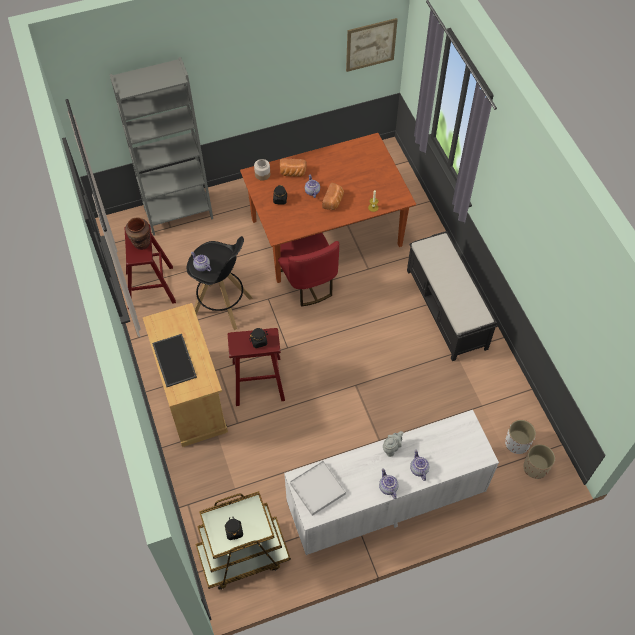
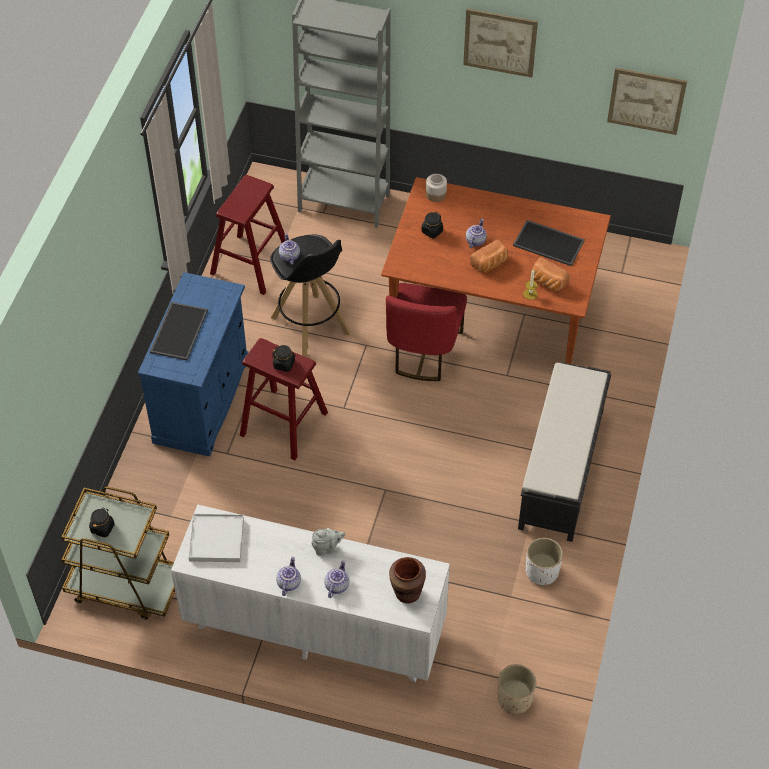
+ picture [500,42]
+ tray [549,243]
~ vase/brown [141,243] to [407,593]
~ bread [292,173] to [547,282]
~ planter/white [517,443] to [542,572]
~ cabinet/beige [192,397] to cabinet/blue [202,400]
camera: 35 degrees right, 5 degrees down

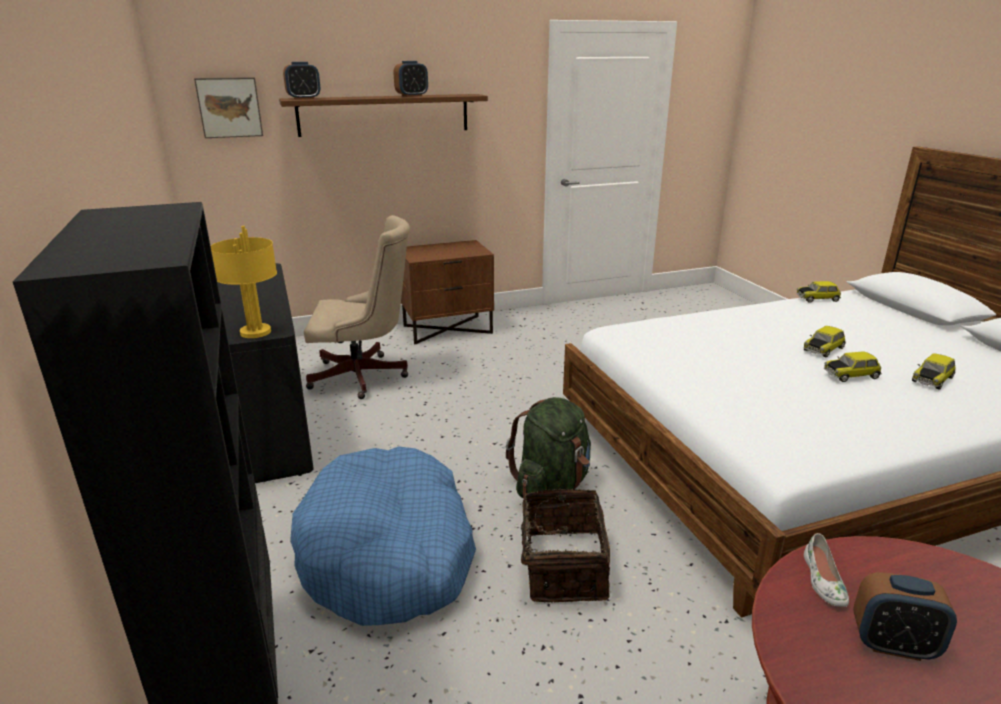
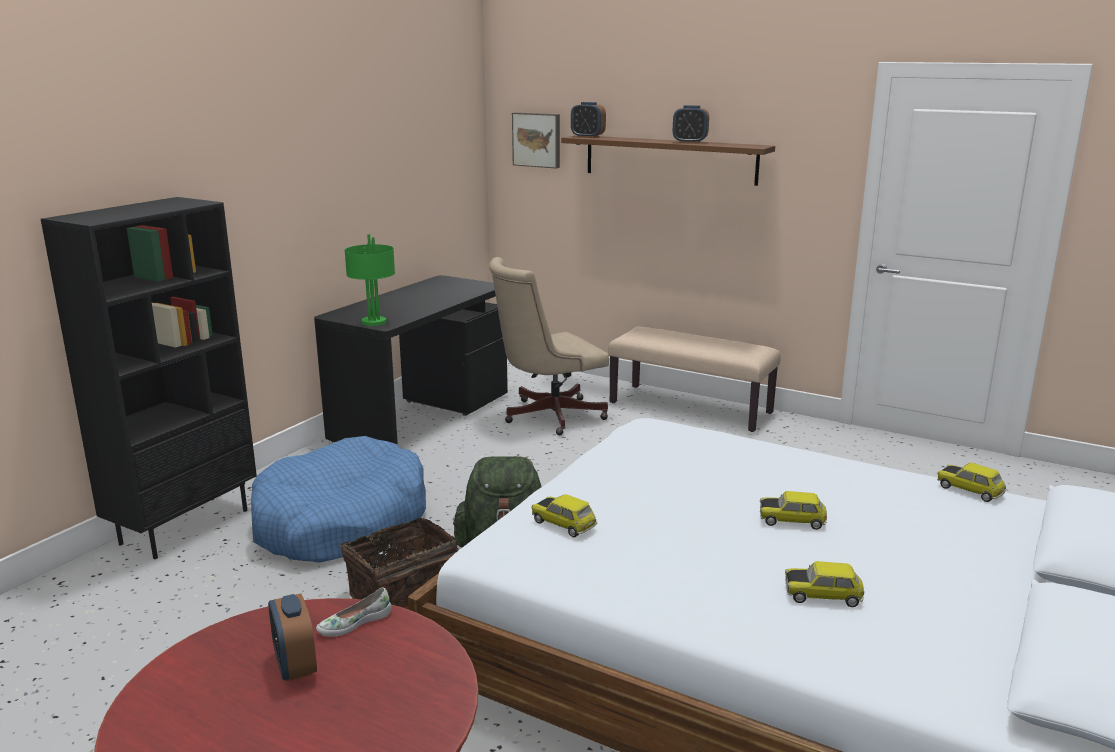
~ toy car [851,375] to [565,524]
~ nightstand/brown [447,329] to bench/beige [691,407]
~ table lamp/yellow [254,332] to table lamp/green [373,322]
~ office chair/beige [364,377] = [547,416] 105 degrees clockwise
camera: 50 degrees right, 5 degrees down

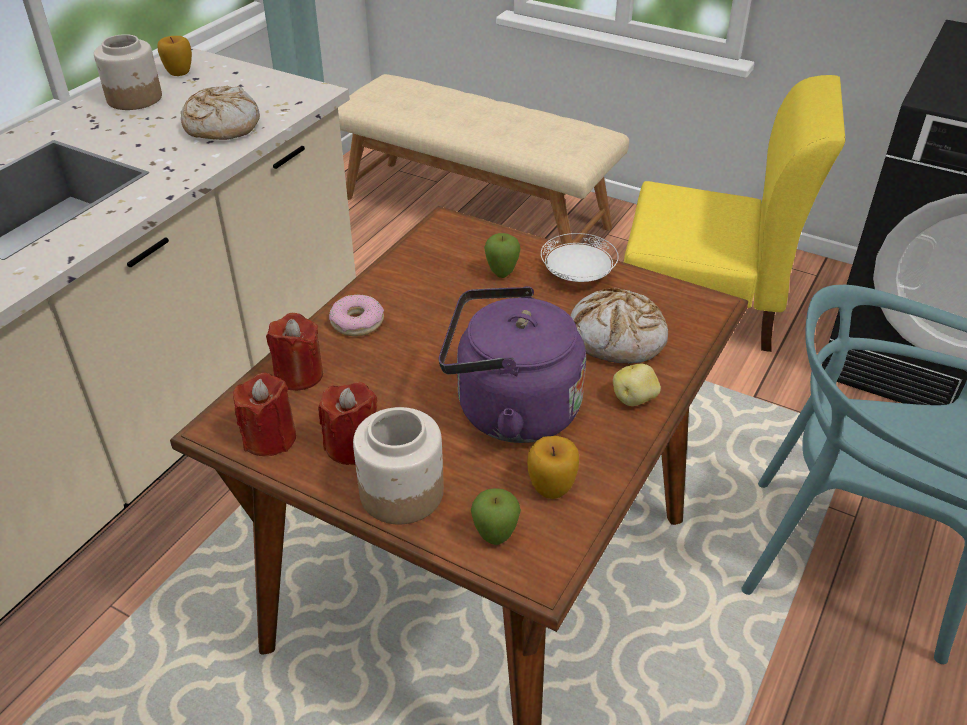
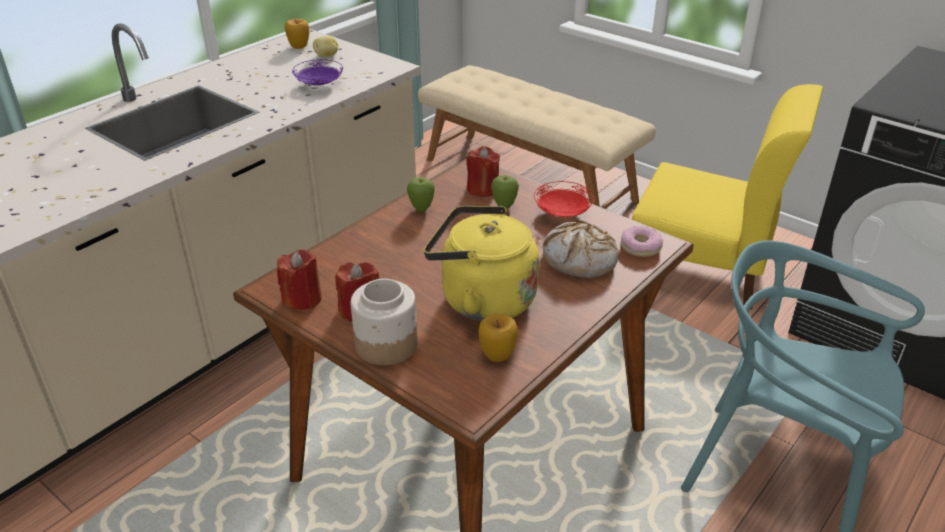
- jar [135,98]
~ candle/red [299,375] to [482,189]
~ donut [357,322] to [640,247]
~ apple [495,538] to [421,209]
~ potato [635,399] to [327,56]
~ bread [221,126] to plate/purple [319,84]
~ kettle/purple [509,410] to kettle/yellow [482,300]
~ plate/white [578,275] to plate/red [563,213]
camera: 10 degrees right, 5 degrees down

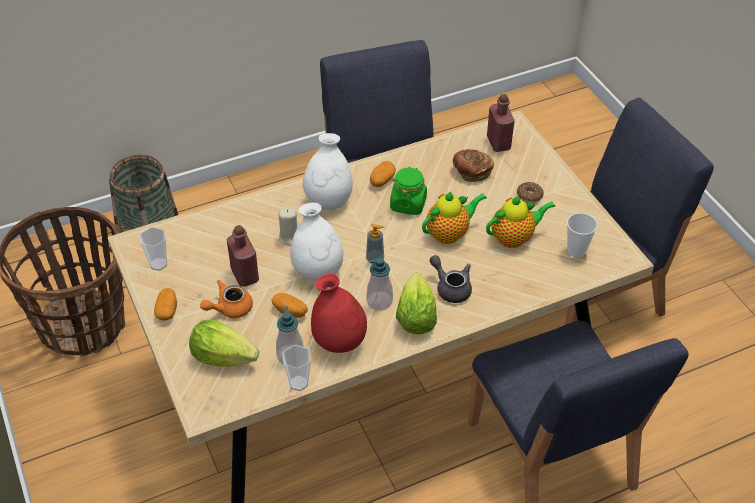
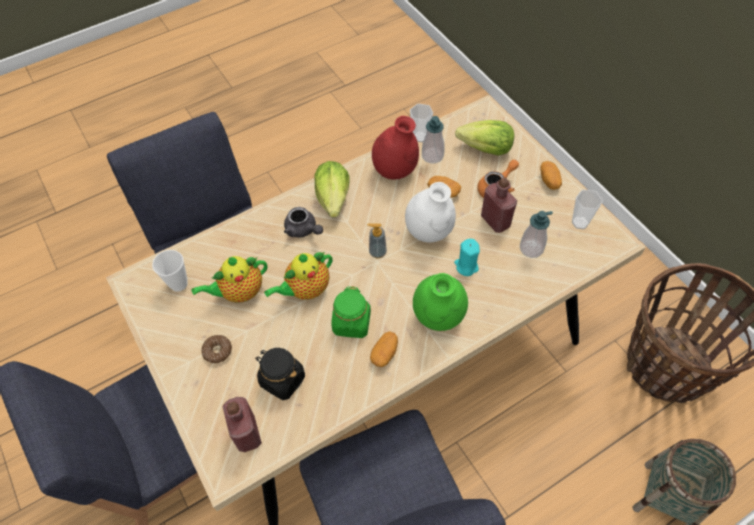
~ soap dispenser [379,301] to [531,248]
~ bread [471,172] to jar/black [282,380]
~ candle/beige [290,237] to candle/turquoise [466,266]
~ vase/white [329,201] to vase/green [438,316]
camera: 175 degrees right, 10 degrees up

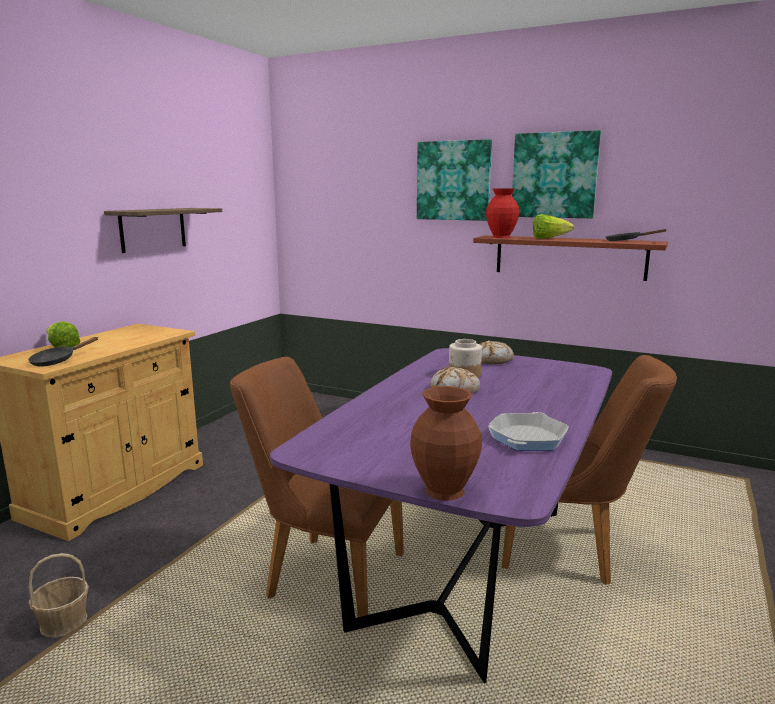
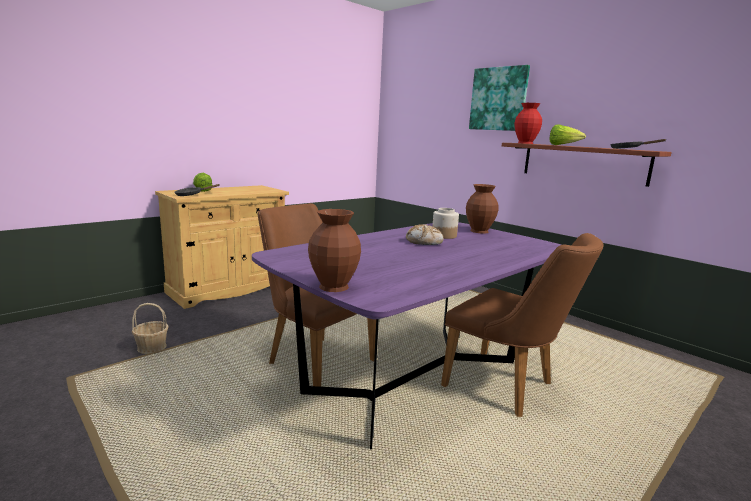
- shelf [153,229]
- frying pan [527,438]
- picture [554,175]
~ bread [492,360] to vase/brown [479,231]
camera: 20 degrees right, 0 degrees up

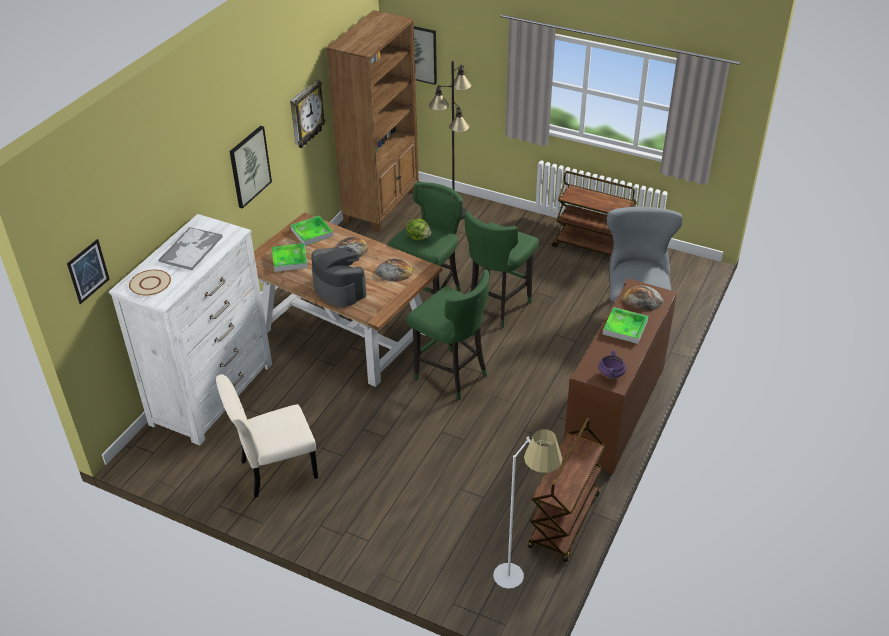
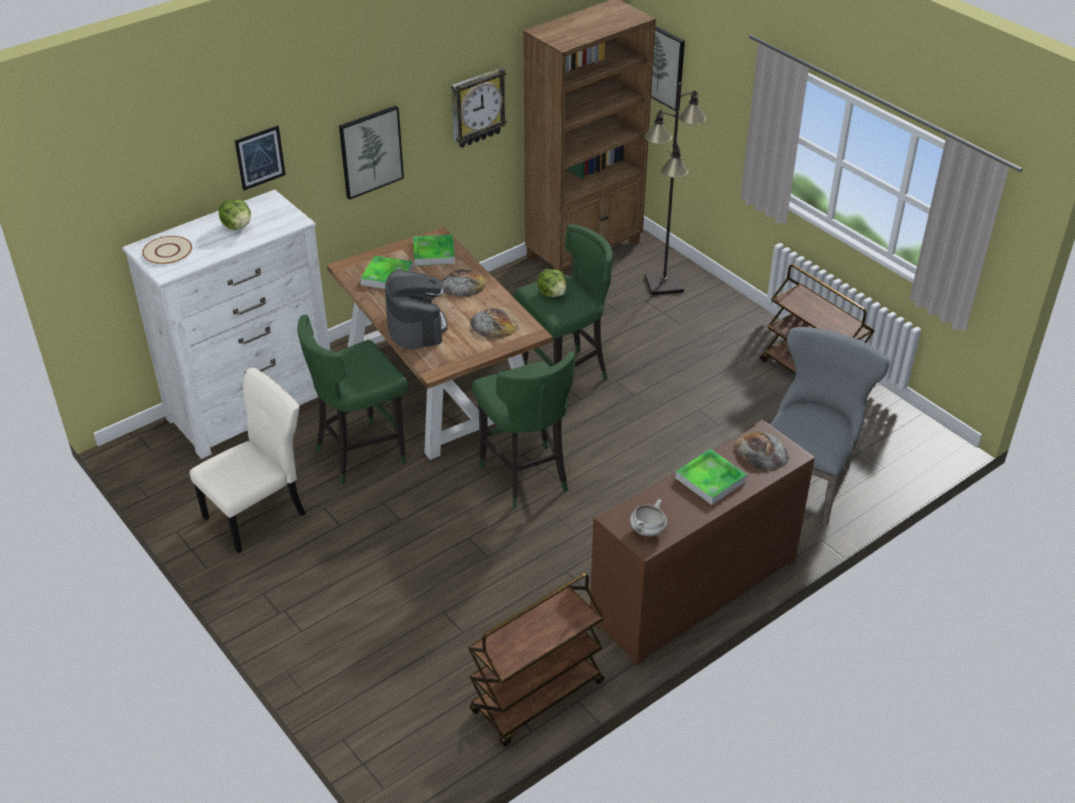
- floor lamp/white [522,578]
~ picture [88,271] to [260,157]
~ stool/green [497,306] to [361,453]
~ tray [191,249] to lettuce [237,226]
~ cooking pot/purple [611,374] to cooking pot/white [647,531]
~ chair/beige [275,470] = [258,514] 135 degrees clockwise
camera: 25 degrees right, 0 degrees up

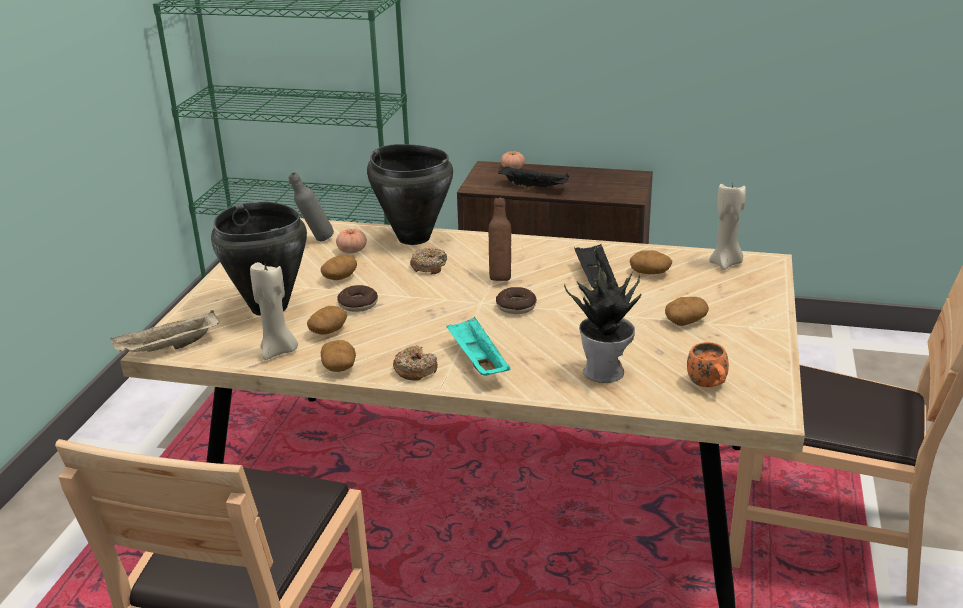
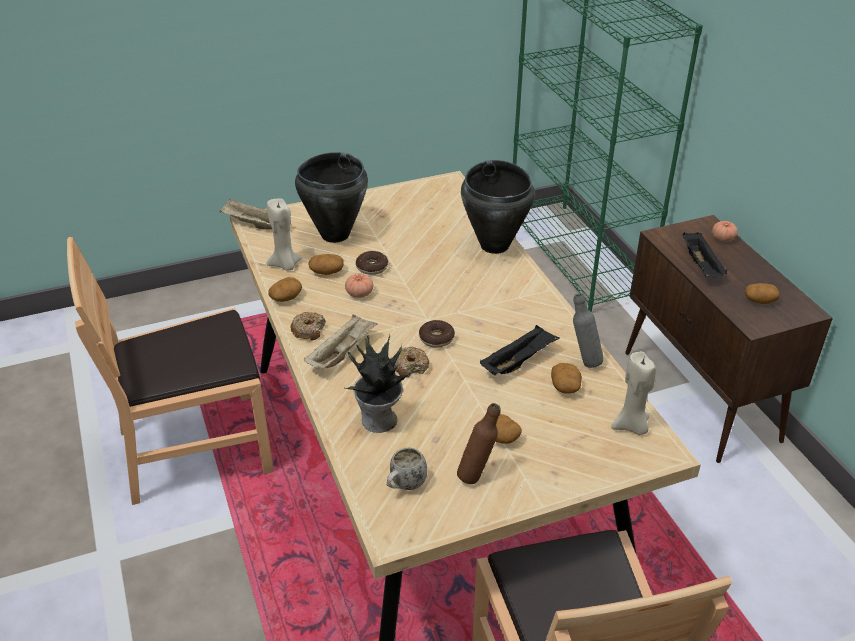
~ bottle/grey [315,240] to [584,361]
~ potato [340,277] to [759,301]
~ tomato [352,250] to [359,293]
~ donut [429,267] to [411,366]
~ bottle/brown [500,277] to [477,475]
~ tray/turquoise [477,362] to tray/beige [341,353]
~ mug/orange [709,386] to mug/white [405,485]
camera: 55 degrees right, 10 degrees up

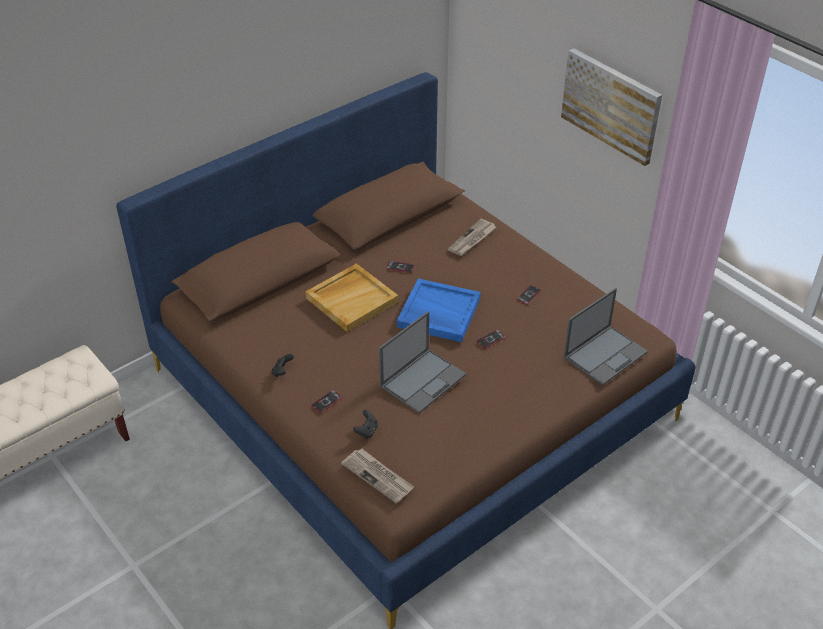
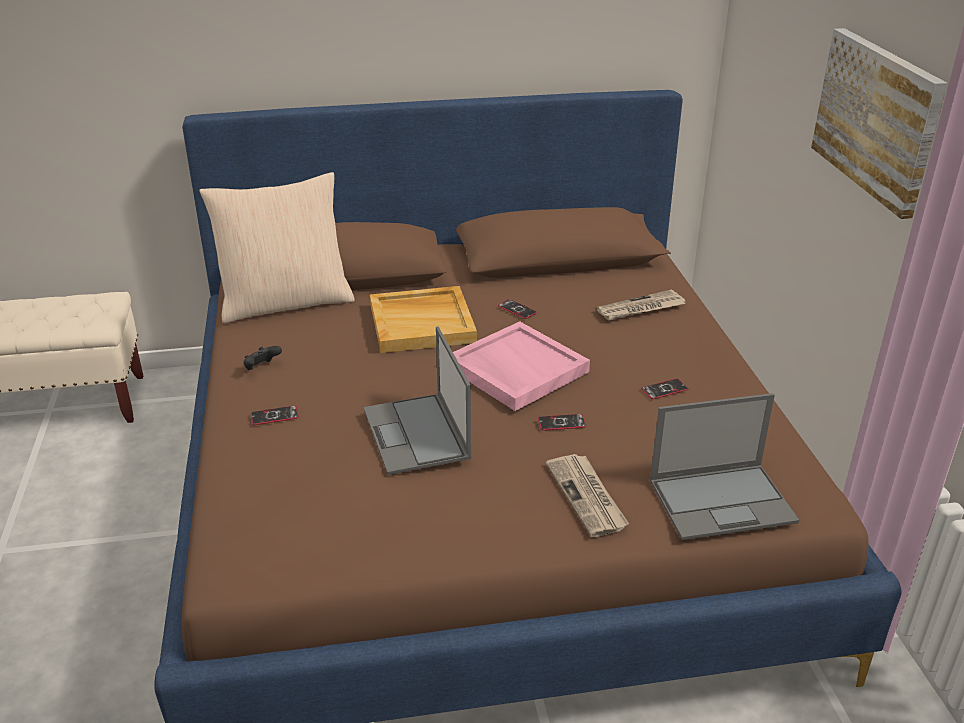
- game controller/black [366,431]
+ pillow/beige [286,302]
~ newspaper [378,476] to [587,497]
~ tray/blue [438,313] to tray/pink [516,369]
~ laptop [423,380] = [417,434] 90 degrees clockwise
camera: 30 degrees right, 10 degrees down

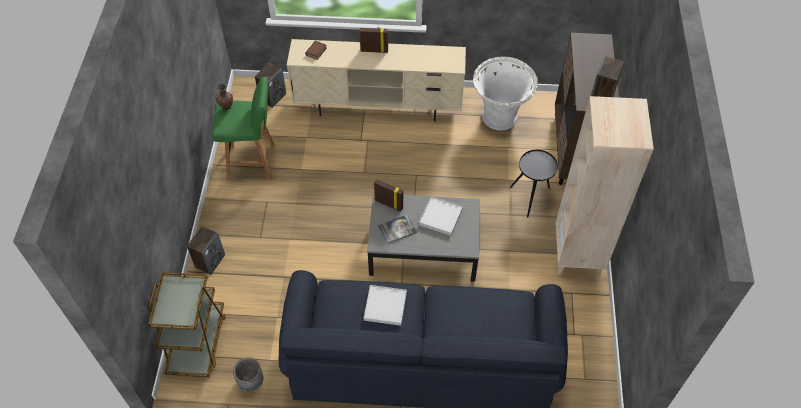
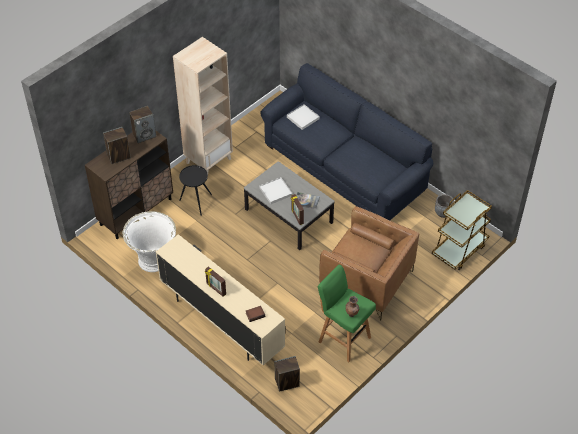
+ armchair/brown [366,281]
~ speaker [210,261] to [118,156]
~ tray/white [385,306] to [303,118]
camera: 140 degrees left, 5 degrees down

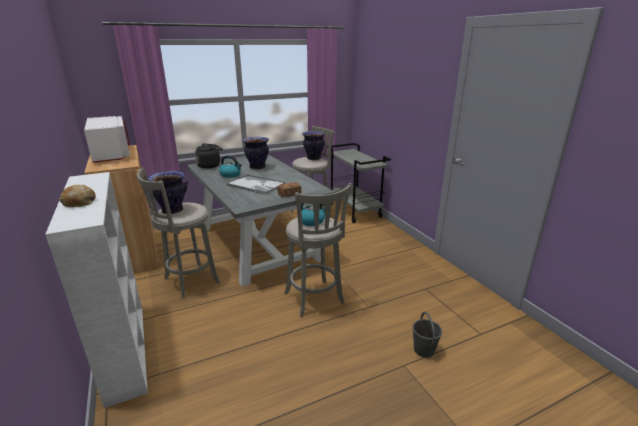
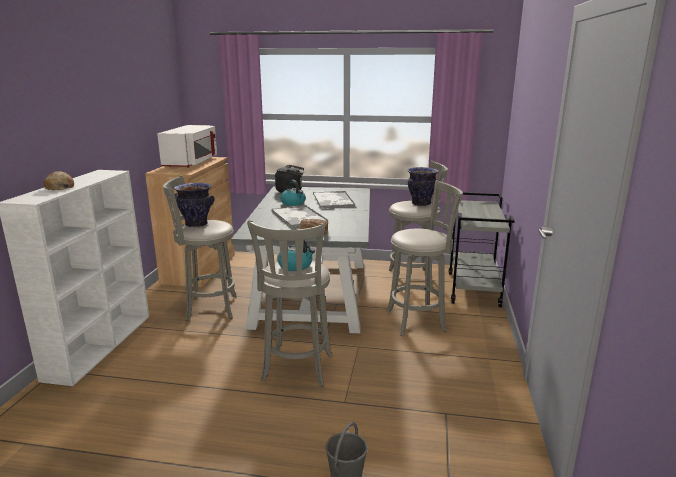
+ stool/grey [419,320]
~ vase [257,167] to tray [333,201]
camera: 35 degrees right, 5 degrees down

